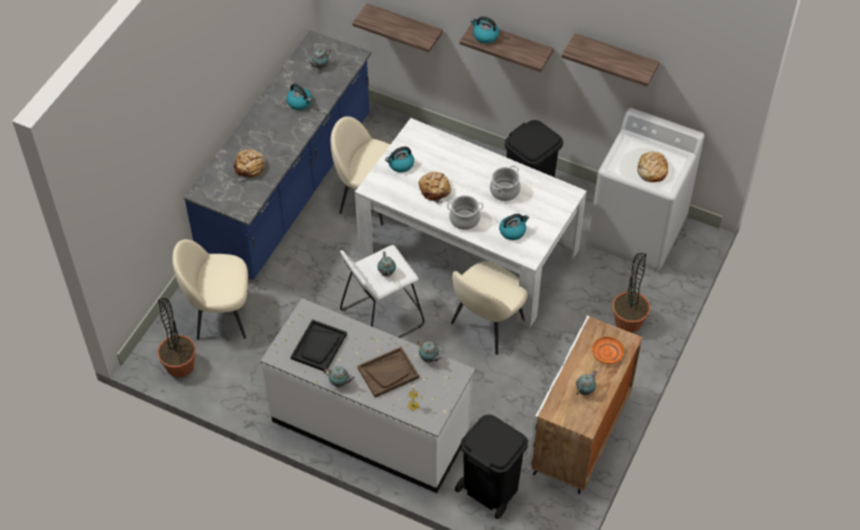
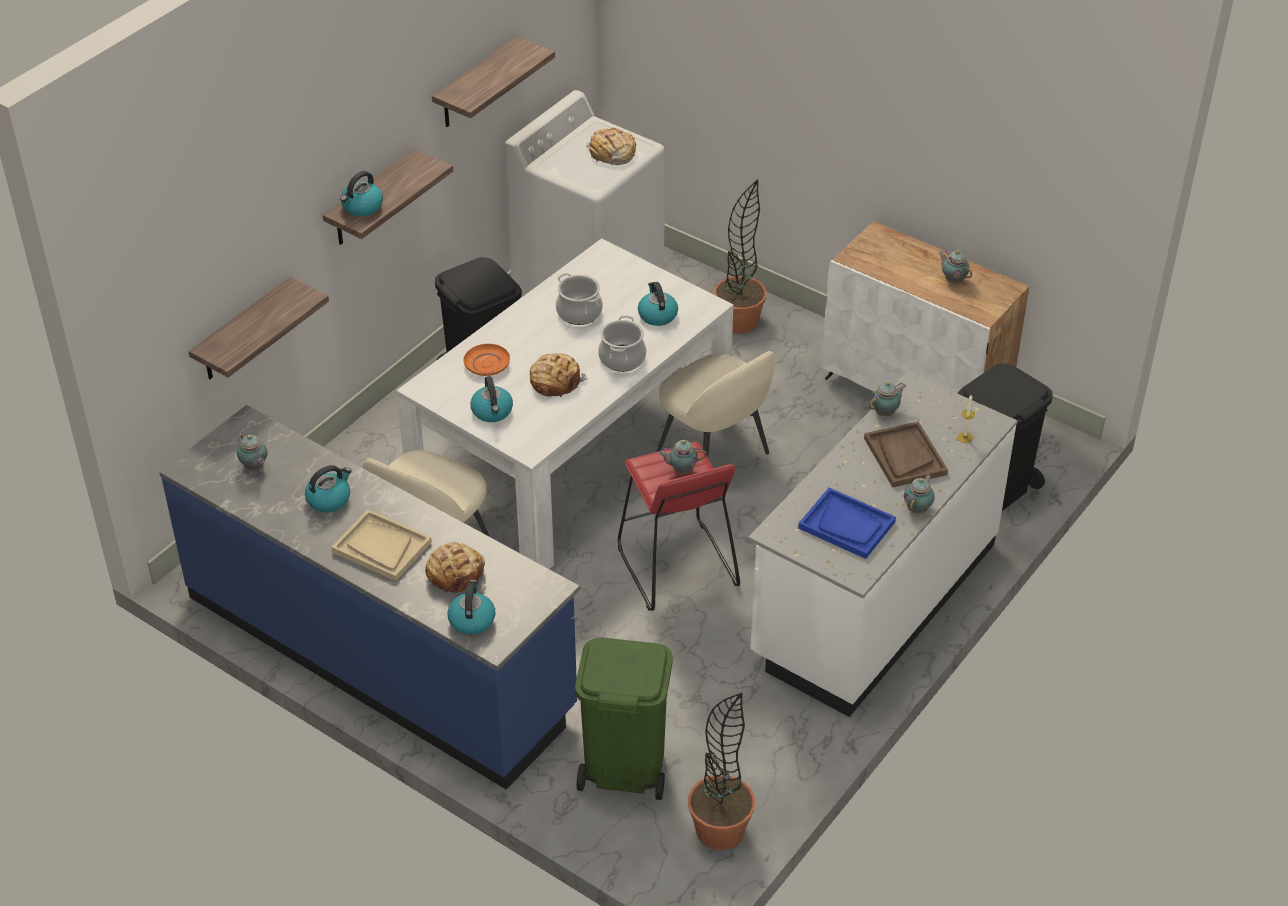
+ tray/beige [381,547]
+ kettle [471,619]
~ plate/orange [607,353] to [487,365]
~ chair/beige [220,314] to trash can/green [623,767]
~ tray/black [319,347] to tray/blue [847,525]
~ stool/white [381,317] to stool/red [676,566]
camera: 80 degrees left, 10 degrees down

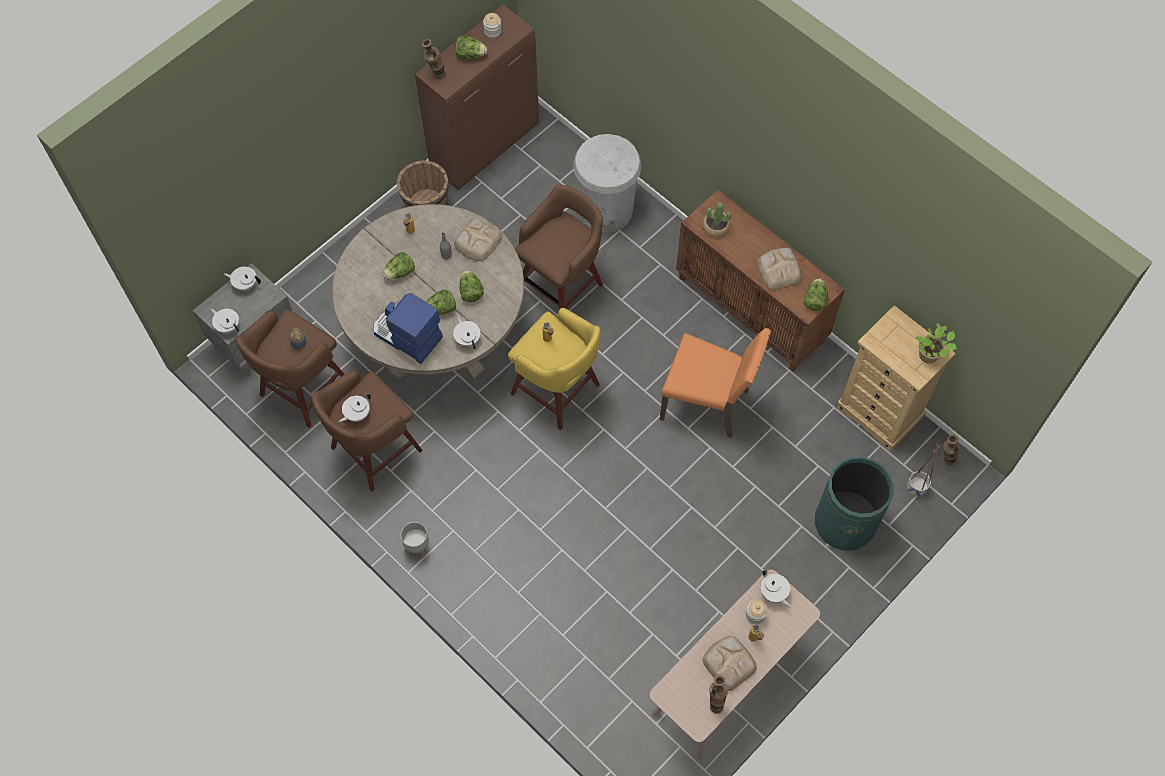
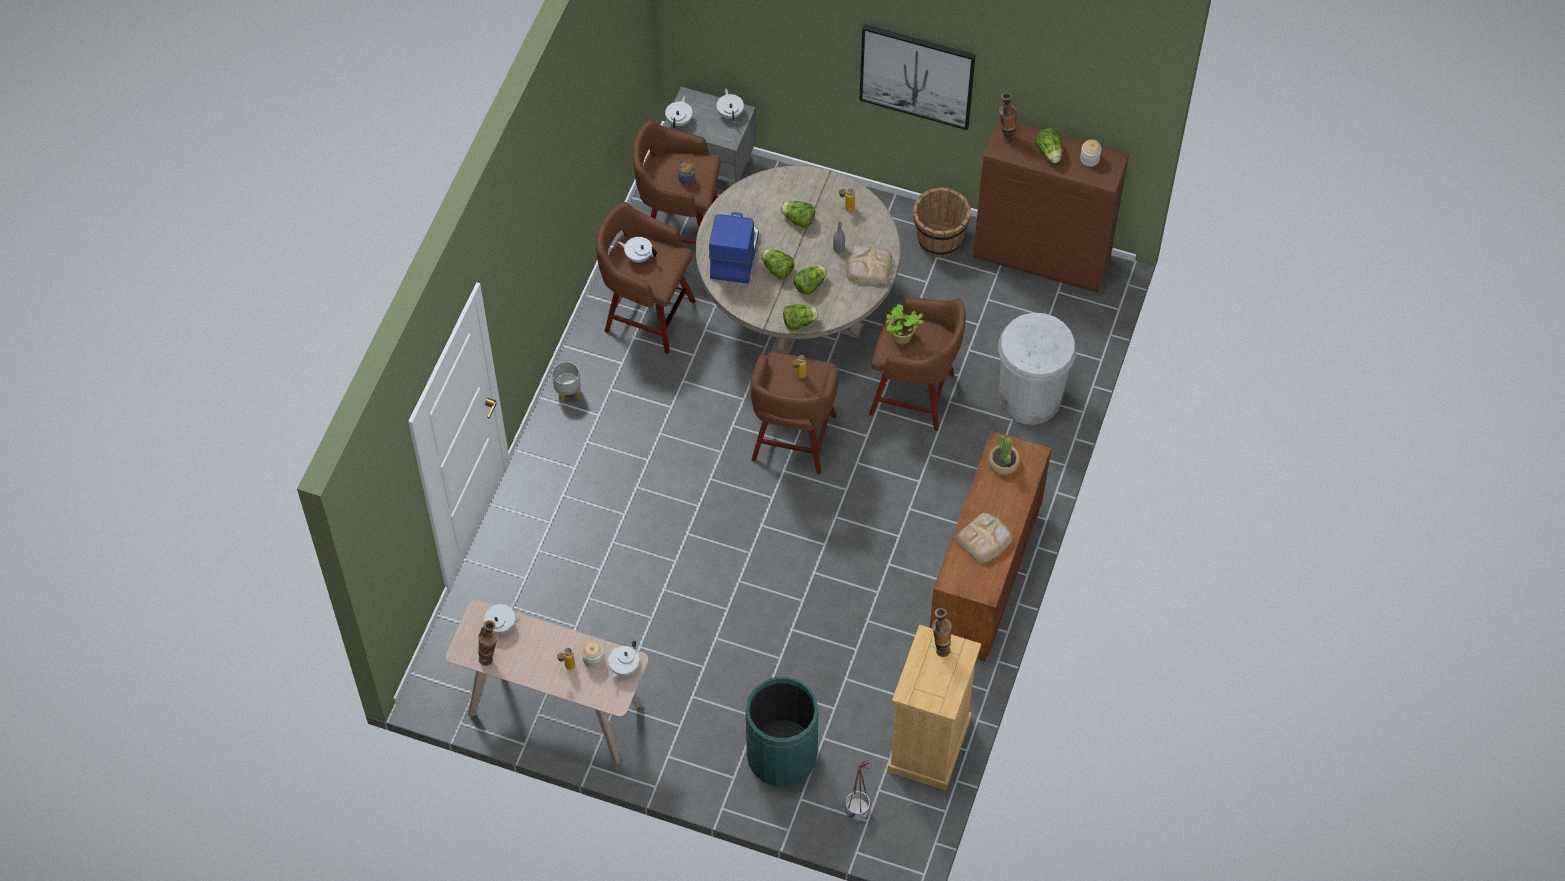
- chair/orange [707,403]
- bread [729,662]
+ picture [917,75]
~ teapot/white [467,339] to [501,625]
~ lettuce [814,300] to [799,322]
~ potted plant [929,356] to [901,338]
~ vase [945,460] to [940,647]
~ stool/yellow [557,391] to stool/brown [792,440]
camera: 65 degrees right, 5 degrees down

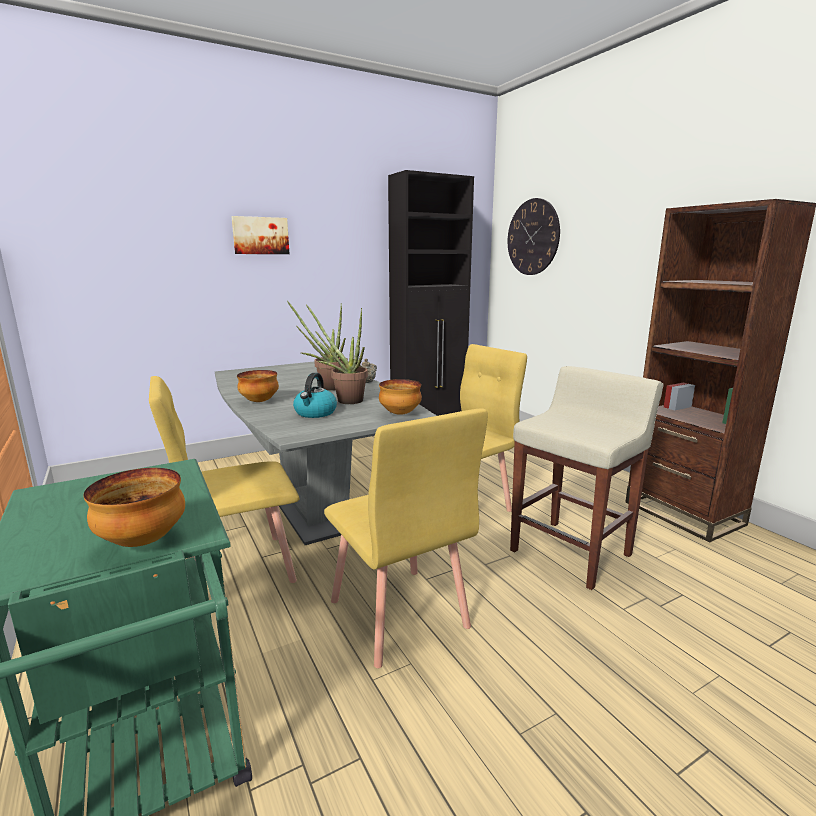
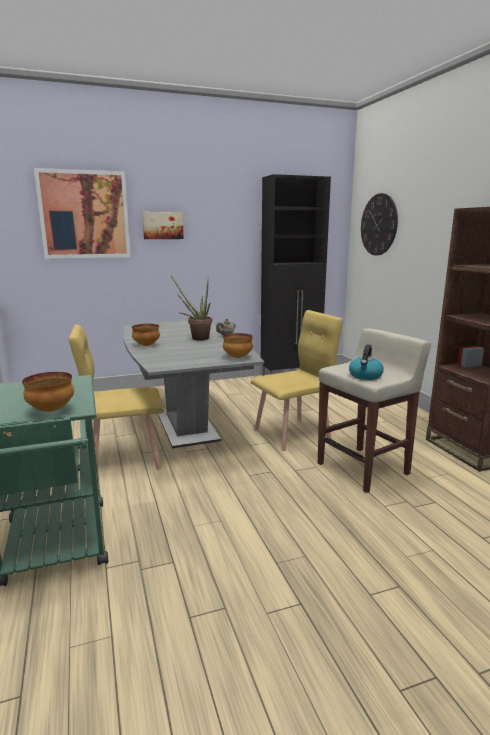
- potted plant [345,400]
- chair/yellow [398,614]
+ picture [84,215]
~ kettle [315,413] to [365,376]
camera: 10 degrees right, 0 degrees up

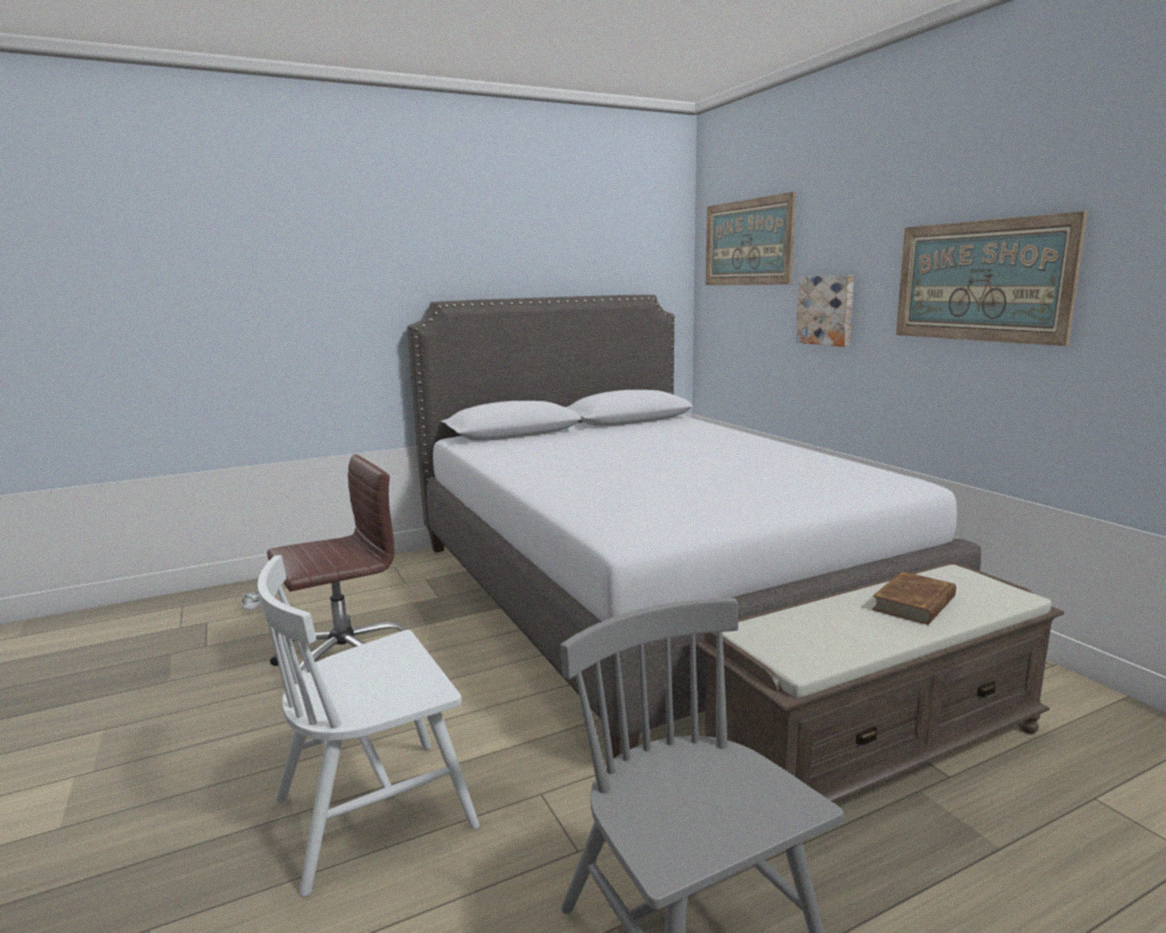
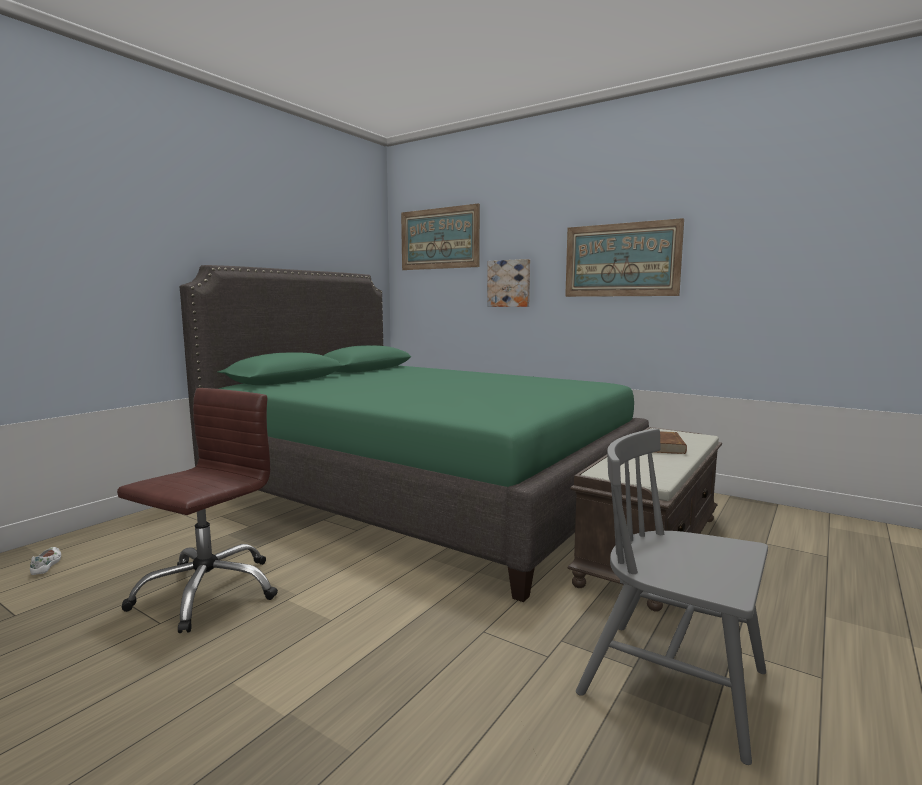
- chair/white [376,811]
~ bed/grey [647,592] to bed/green [422,493]
camera: 30 degrees left, 5 degrees down

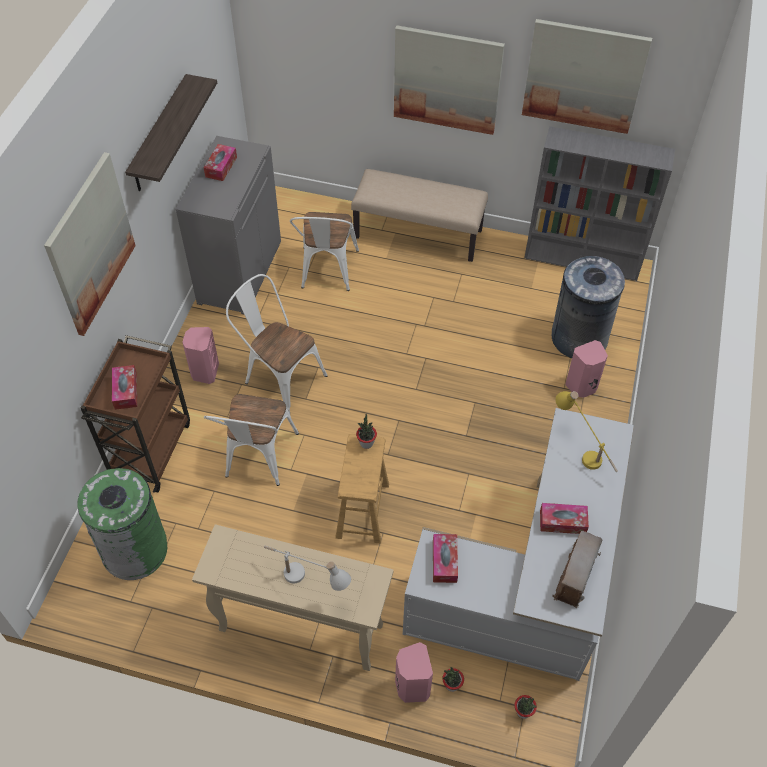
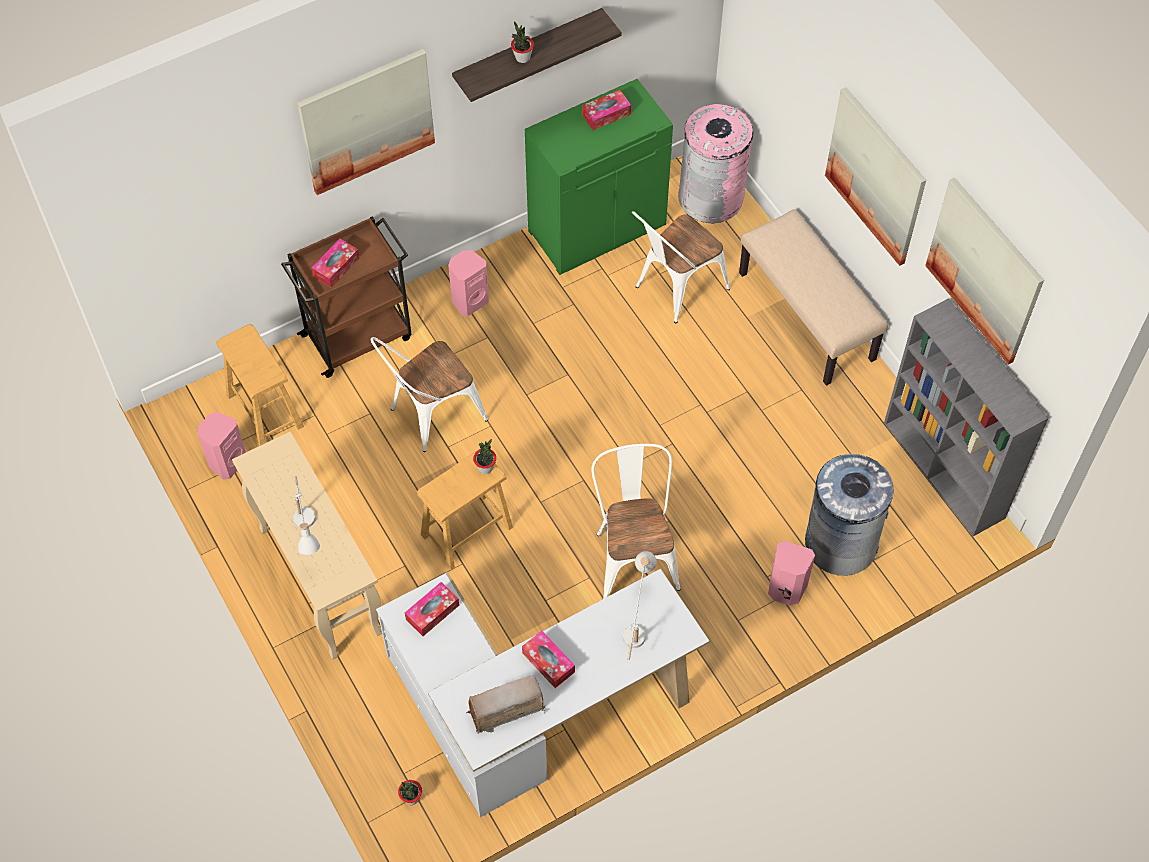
+ trash can/pink [711,197]
~ chair/white [279,377] to [633,554]
~ speaker/pink [411,686] to [227,462]
~ potted plant [452,685] to [522,57]
~ trash can/green [135,550] to stool/brown [264,411]
~ cabinet/grey [239,272] to cabinet/green [597,227]
~ table lamp/yellow [582,450] to table lamp/white [636,622]
camera: 45 degrees right, 5 degrees up

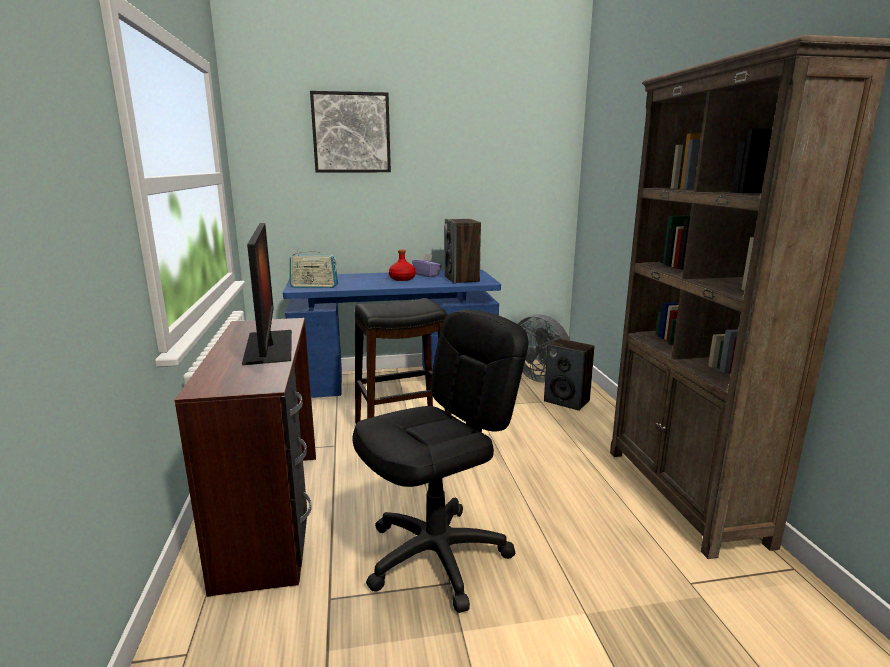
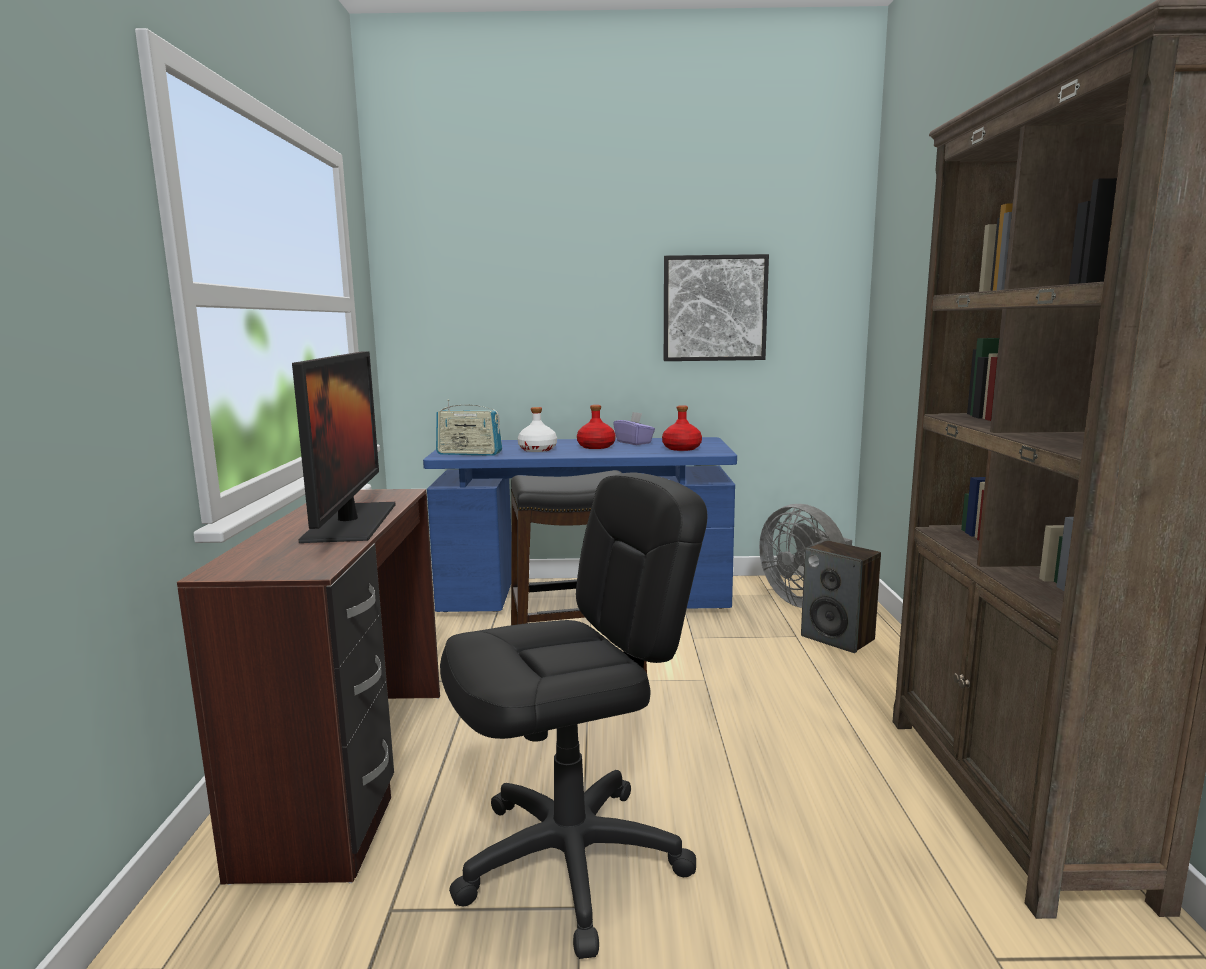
+ bottle/white [537,449]
~ picture [351,133] to [714,308]
~ speaker [462,279] to bottle/red [682,448]
camera: 10 degrees right, 5 degrees down

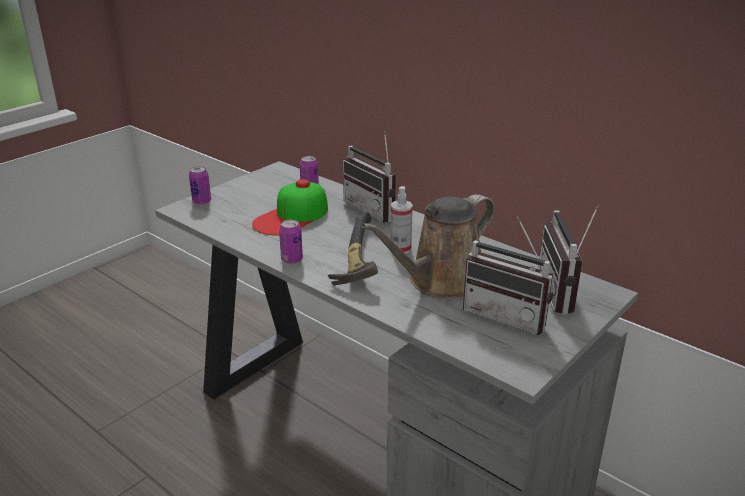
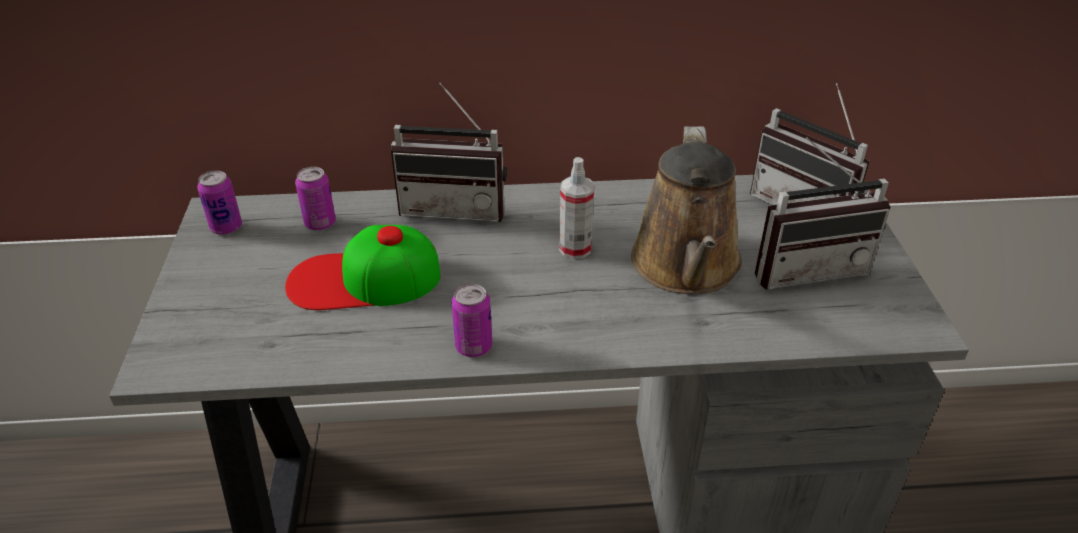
- hammer [355,260]
~ can [202,201] to [226,227]
~ cap [292,216] = [363,279] 90 degrees clockwise
camera: 45 degrees left, 10 degrees up

